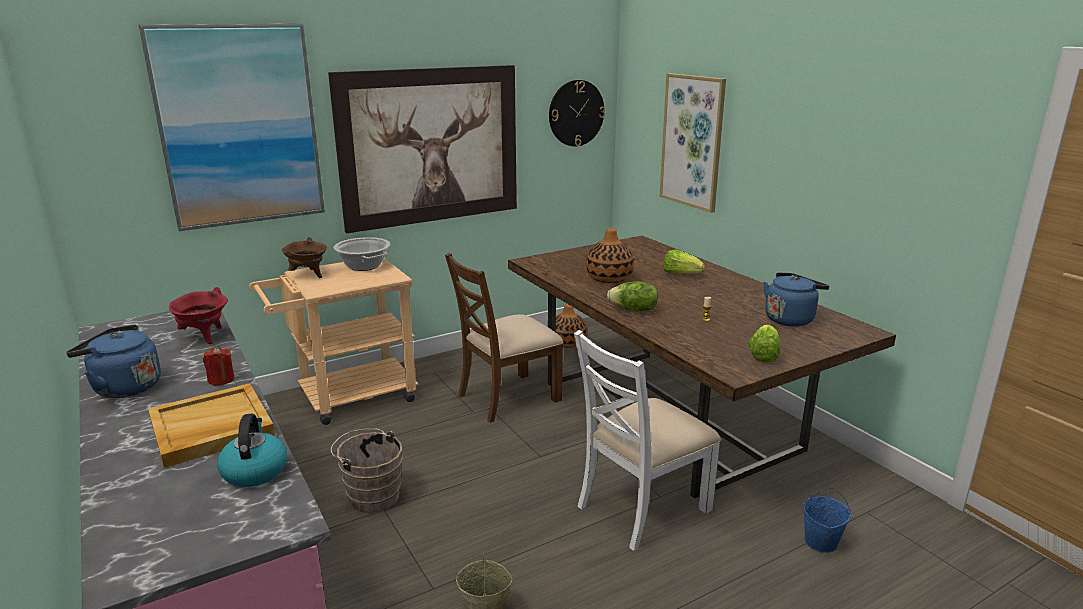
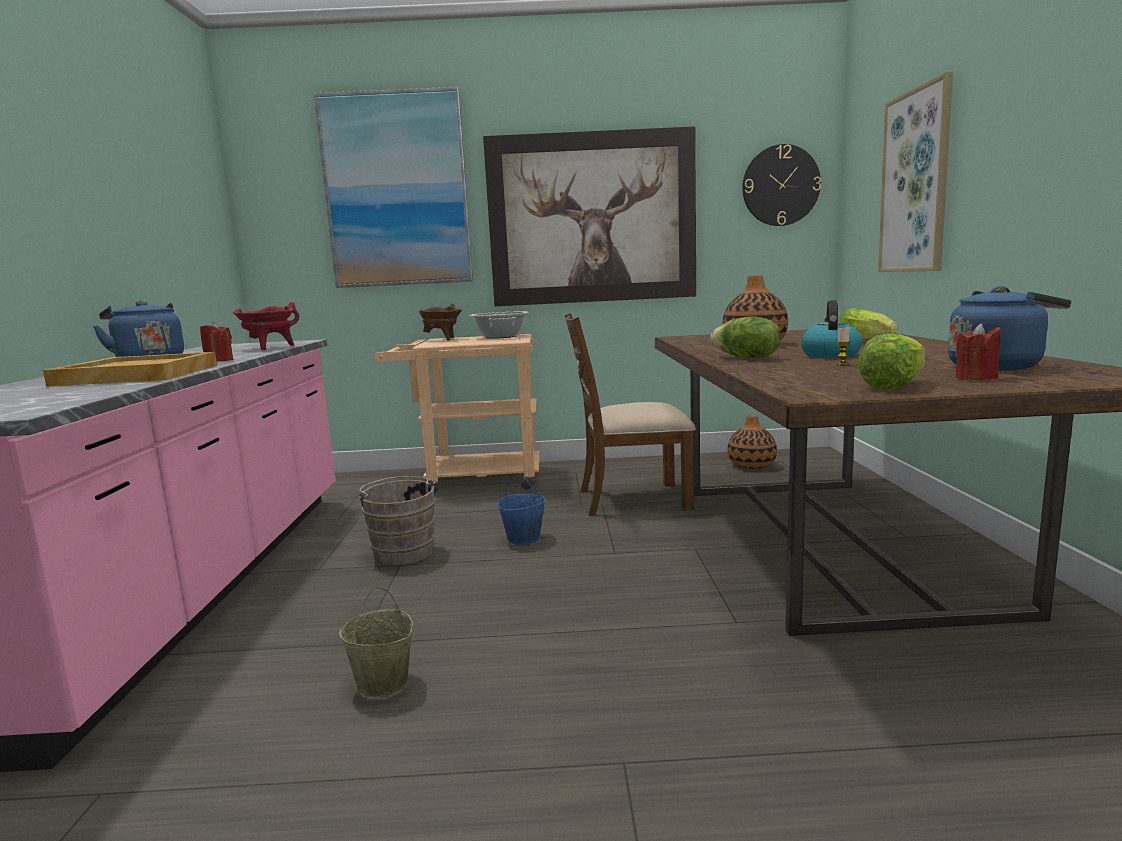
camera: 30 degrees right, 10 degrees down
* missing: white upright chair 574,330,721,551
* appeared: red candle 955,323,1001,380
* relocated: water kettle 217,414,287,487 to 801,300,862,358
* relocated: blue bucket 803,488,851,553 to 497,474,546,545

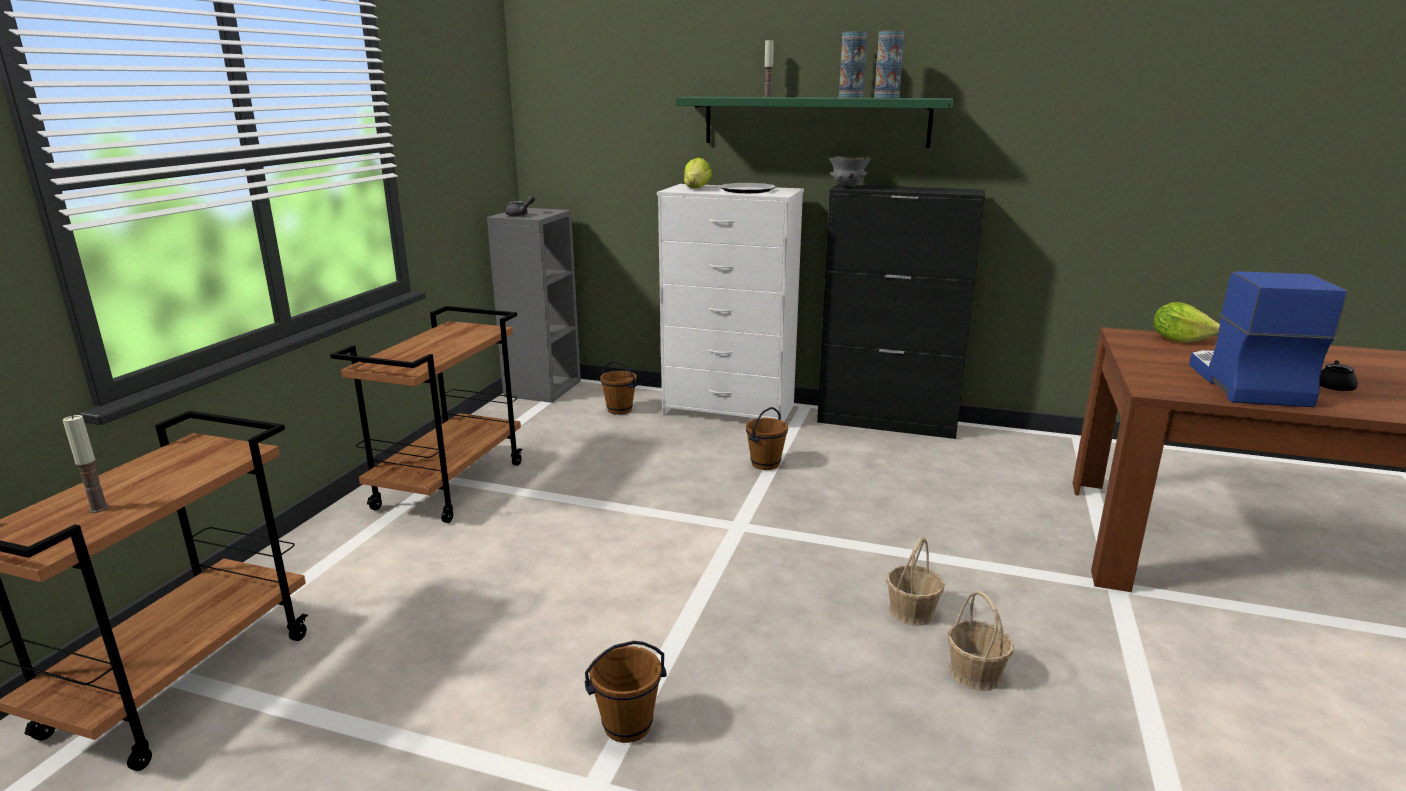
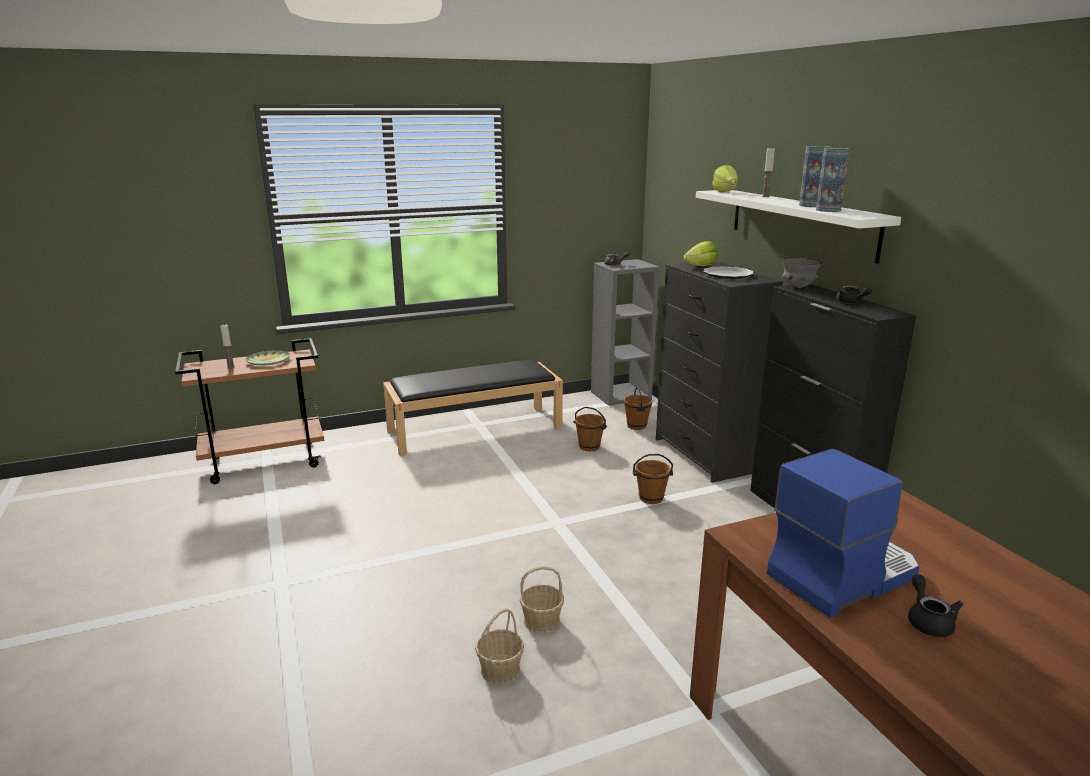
camera: 50 degrees right, 0 degrees up
* appeared: plate 246,350,290,366
* appeared: blackish teapot 836,285,872,304
* relocated: brown bucket 585,641,667,743 to 573,407,607,451
* relocated: head of lettuce 1153,302,1220,343 to 712,165,738,192
* exchanged: brown trolley 330,306,522,523 to blackish long seat 383,360,563,456
* colour: white chest of drawers 657,184,804,422 to blackish chest of drawers 656,261,783,483
* colour: green-coloured shelf 675,97,953,148 to white shelf 696,190,901,263

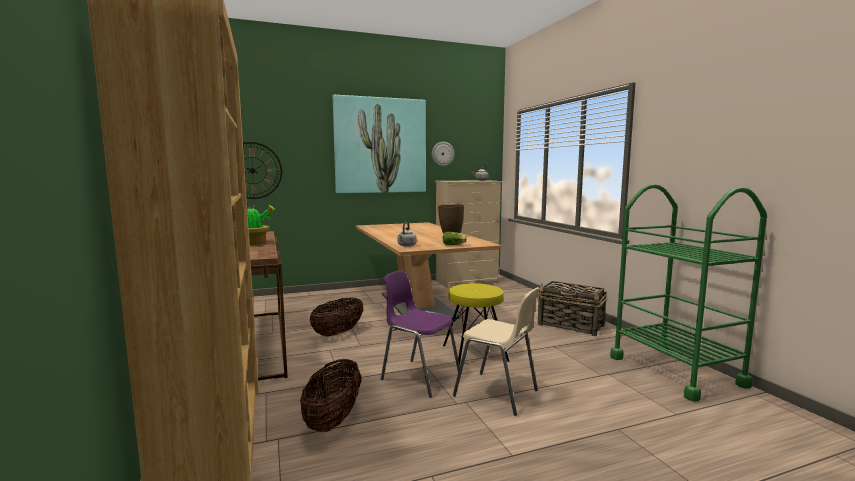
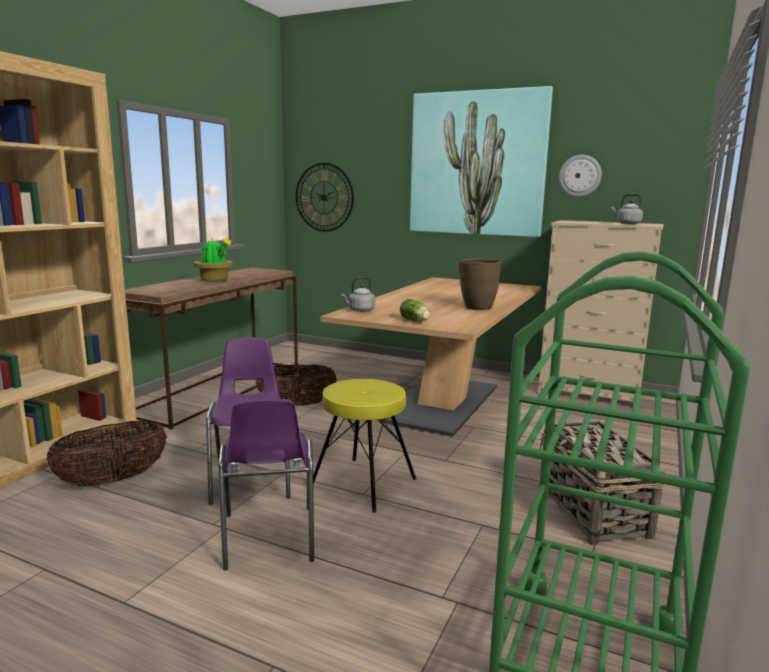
camera: 45 degrees right, 5 degrees up
* colour: beige upright chair 453,287,540,416 to purplish upright chair 218,399,314,570

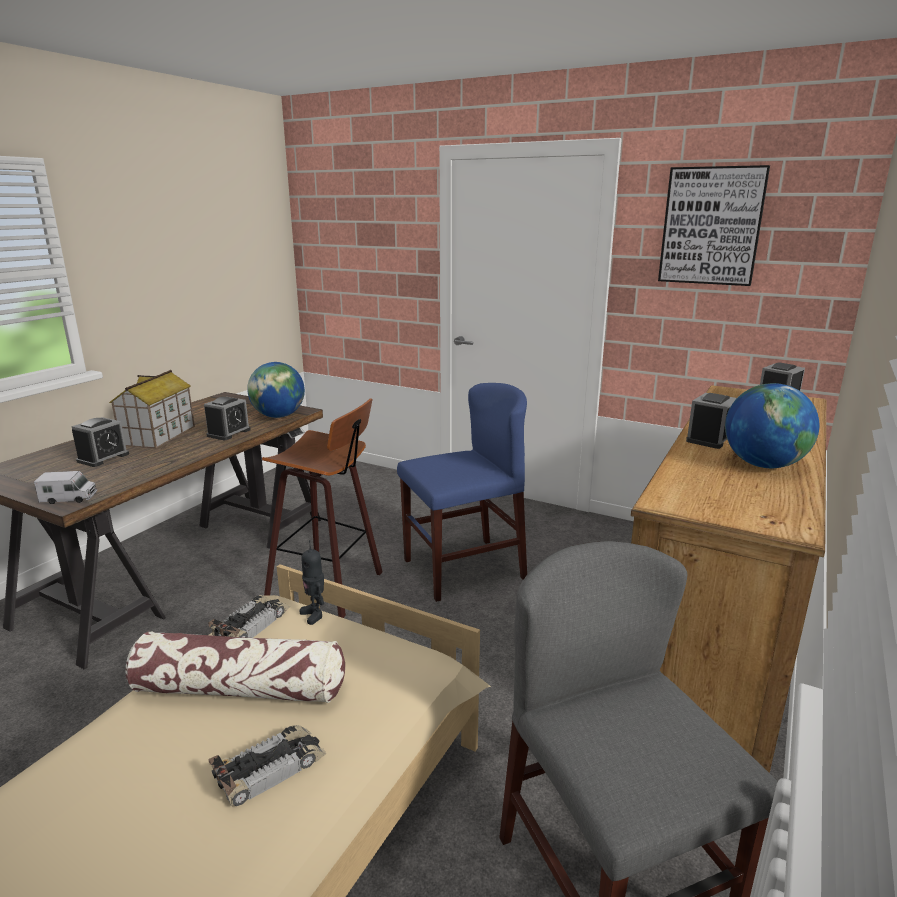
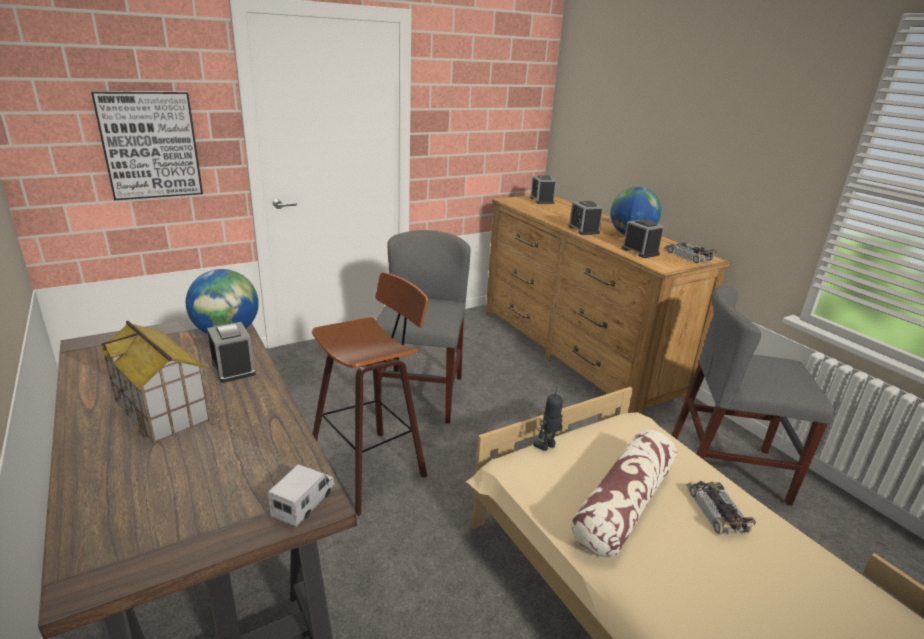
camera: 60 degrees left, 5 degrees up
* relocated: alarm clock 72,417,129,467 to 621,219,664,258
* relocated: toy car 208,595,290,638 to 663,242,716,263
* relocated: wall picture 658,165,770,286 to 91,91,203,200
* colour: blue upright chair 397,383,527,602 to greyish upright chair 375,230,471,424
* spun: toy robot 300,540,324,625 = 534,387,563,451 150 degrees clockwise

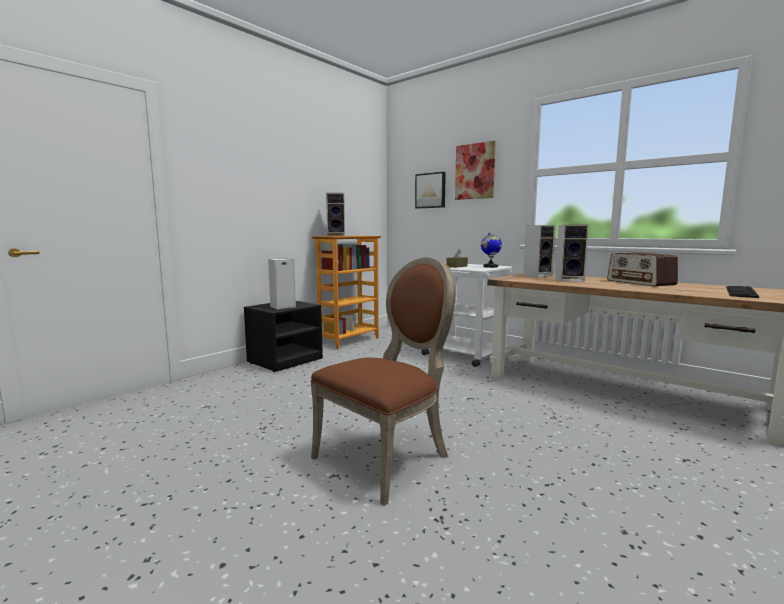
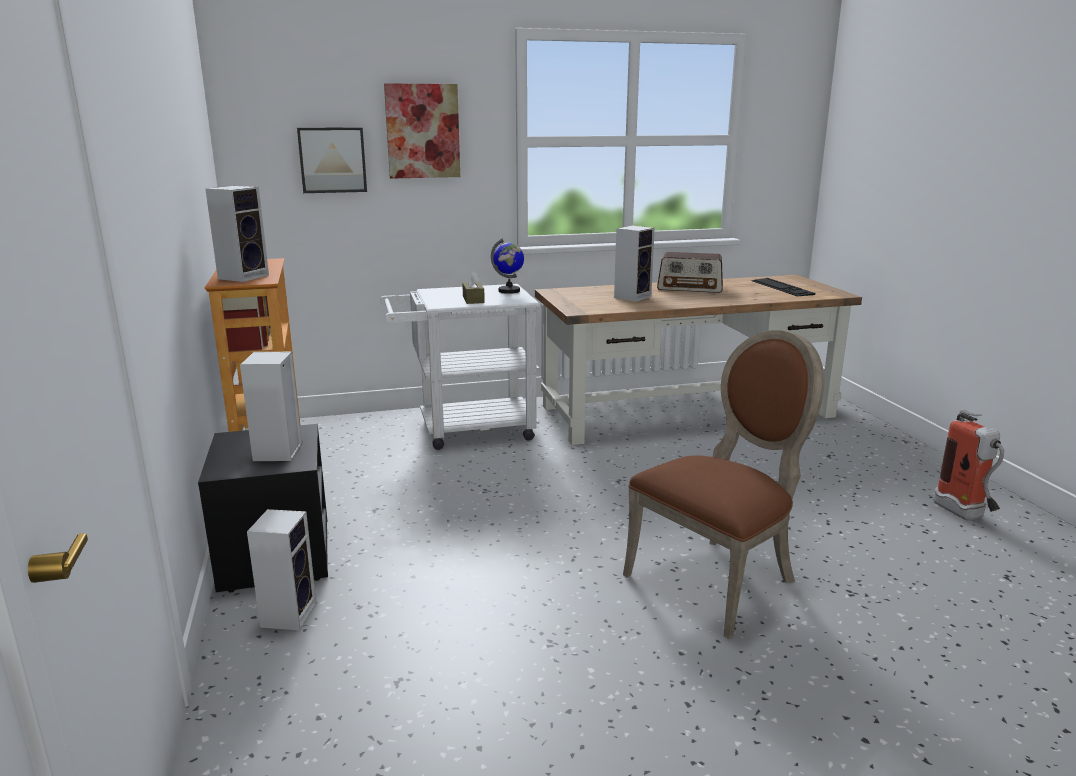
camera: 55 degrees left, 10 degrees up
* appeared: fire-fighting cylinder 933,409,1004,520
* relocated: loudspeaker 523,225,556,277 to 247,509,317,630
* spun: brown upright chair 311,257,456,506 = 623,330,824,639 60 degrees clockwise

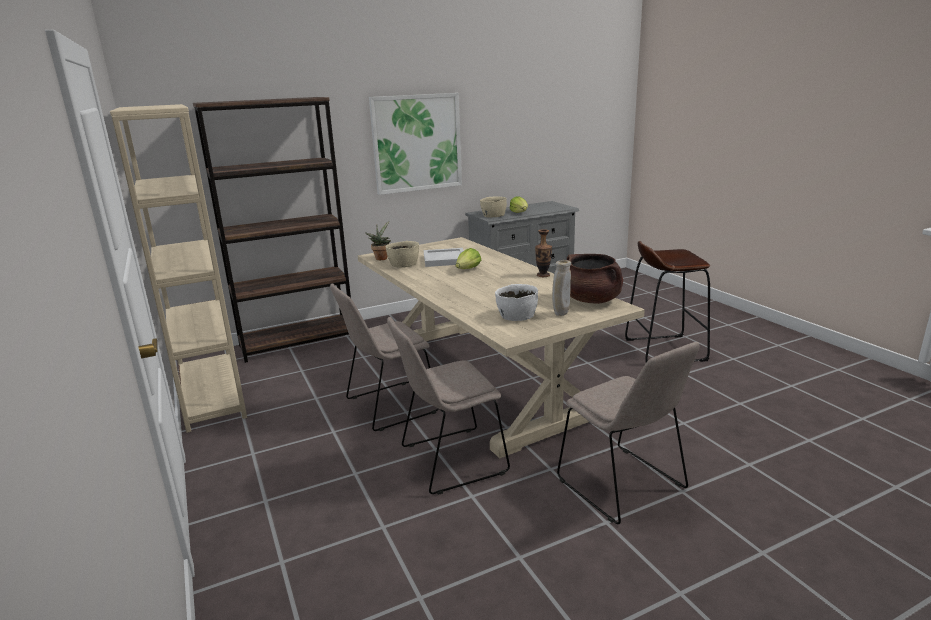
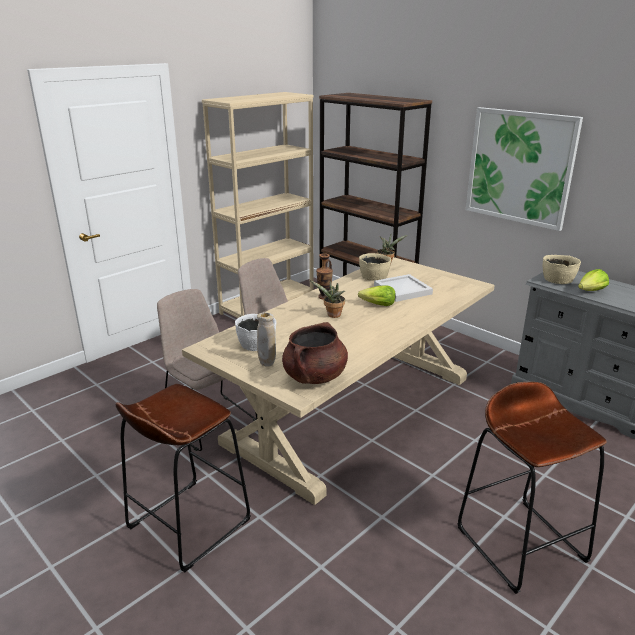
camera: 70 degrees right, 5 degrees up
* appeared: plant in a pot 310,281,345,318
* relocated: decorative vase 535,229,552,277 to 316,253,333,300
* exchanged: beige upright chair 557,342,700,524 to brown sitting stool 116,384,251,572

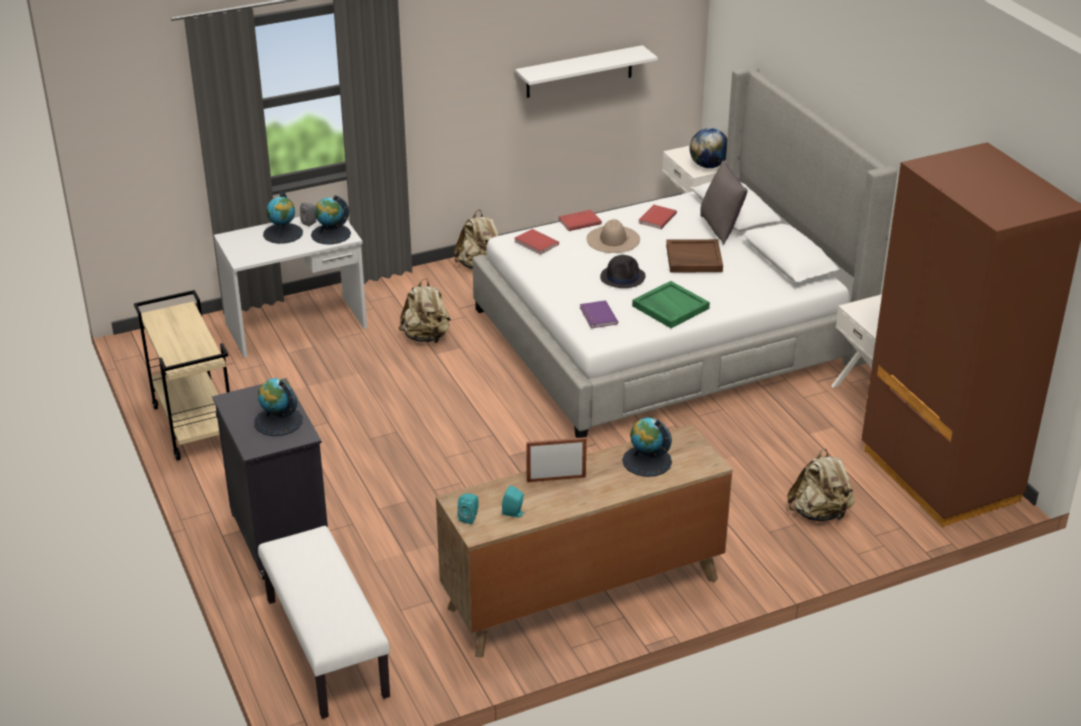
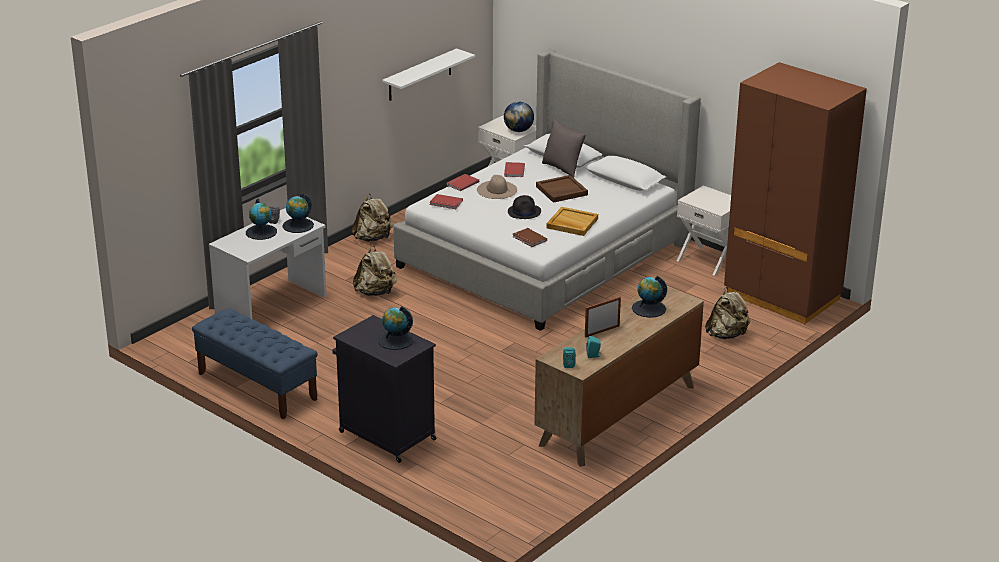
camera: 25 degrees left, 5 degrees down
* missing: white long seat 258,526,390,719
* exchanged: beige trolley 134,290,230,461 to blue long seat 192,308,318,419
* colour: purplish volume 580,300,618,328 to brown volume 512,228,547,247
* colour: green-coloured carrying tray 632,281,710,328 to beige carrying tray 546,207,598,236

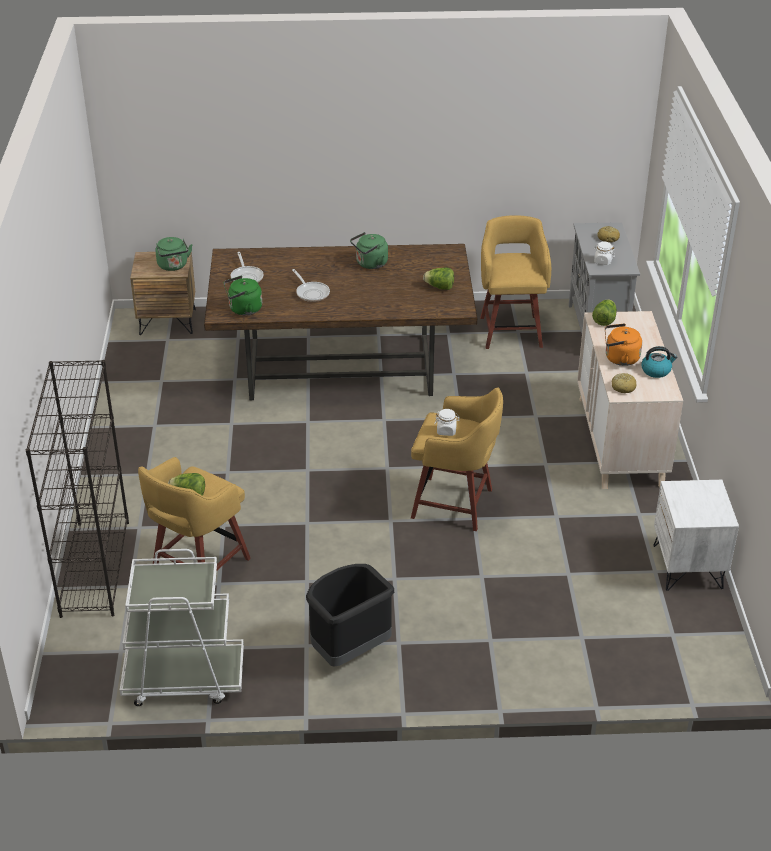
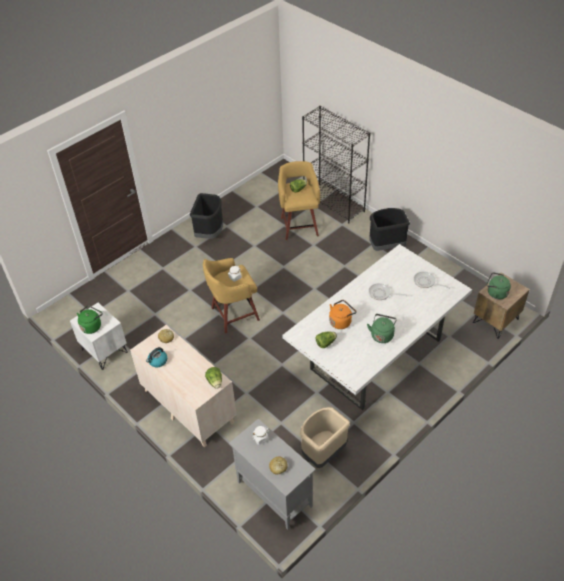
camera: 140 degrees right, 10 degrees up
* missing: white trolley 120,549,244,706
* appeared: blackish trash can 369,208,410,251
* relocated: green-coloured water kettle 224,276,262,315 to 77,305,103,334
* relocated: orange water kettle 605,323,642,366 to 329,300,356,329
* exchanged: yellowish sitting stool 480,215,551,349 to beige trash can 300,407,350,468
* colour: brown dinner table 204,244,477,400 to white dinner table 282,244,472,410

